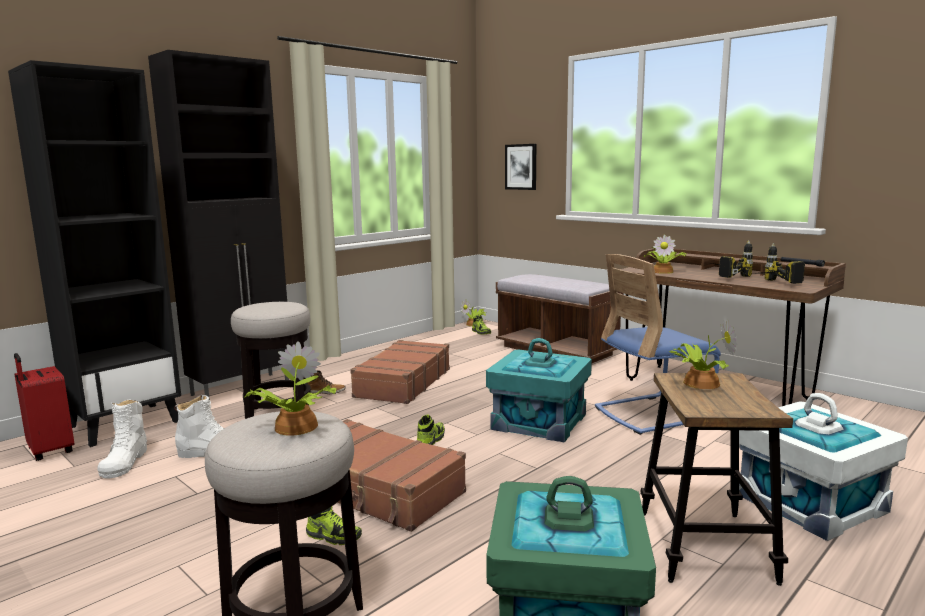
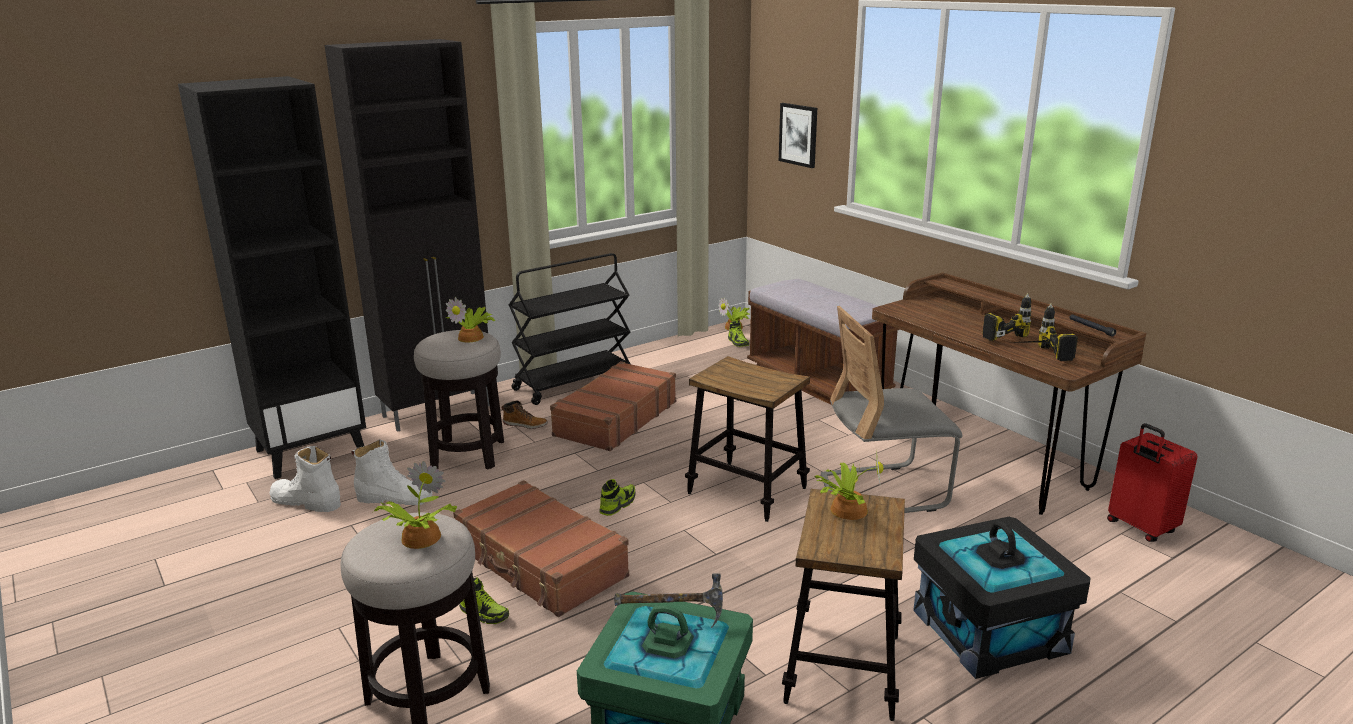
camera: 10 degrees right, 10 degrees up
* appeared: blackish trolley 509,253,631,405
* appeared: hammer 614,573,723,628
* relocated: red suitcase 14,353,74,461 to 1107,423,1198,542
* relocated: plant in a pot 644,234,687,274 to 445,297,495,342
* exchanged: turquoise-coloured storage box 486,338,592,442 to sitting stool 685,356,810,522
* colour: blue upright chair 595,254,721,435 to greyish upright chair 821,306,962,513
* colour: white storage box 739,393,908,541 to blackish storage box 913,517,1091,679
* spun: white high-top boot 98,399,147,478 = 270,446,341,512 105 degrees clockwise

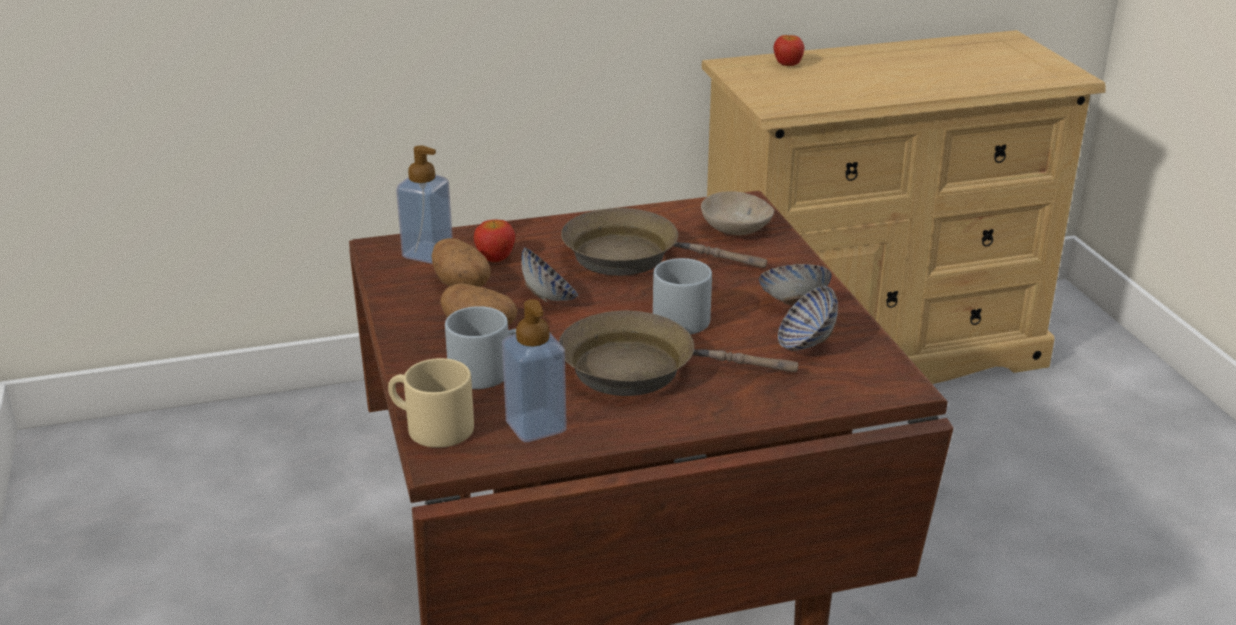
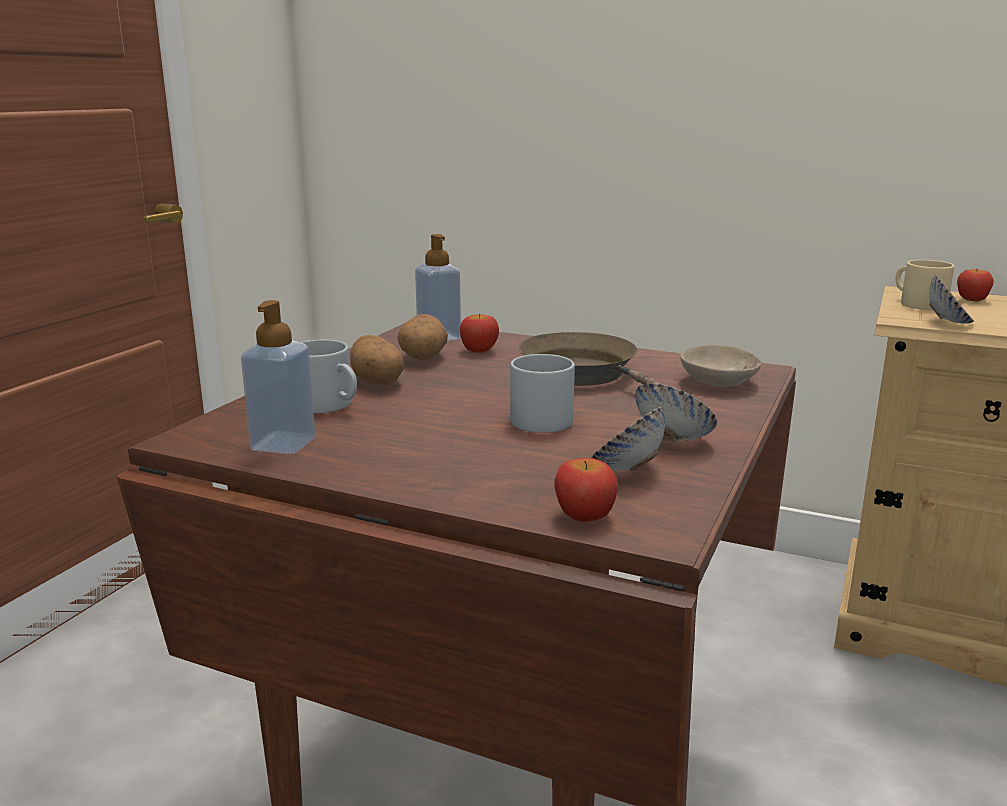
camera: 40 degrees right, 10 degrees down
* missing: brown pan 559,311,798,396
* appeared: whole apple 554,458,618,522
* relocated: beige tea mug 388,358,474,448 to 895,260,955,310
* relocated: serving bowl 521,248,578,302 to 929,275,974,324

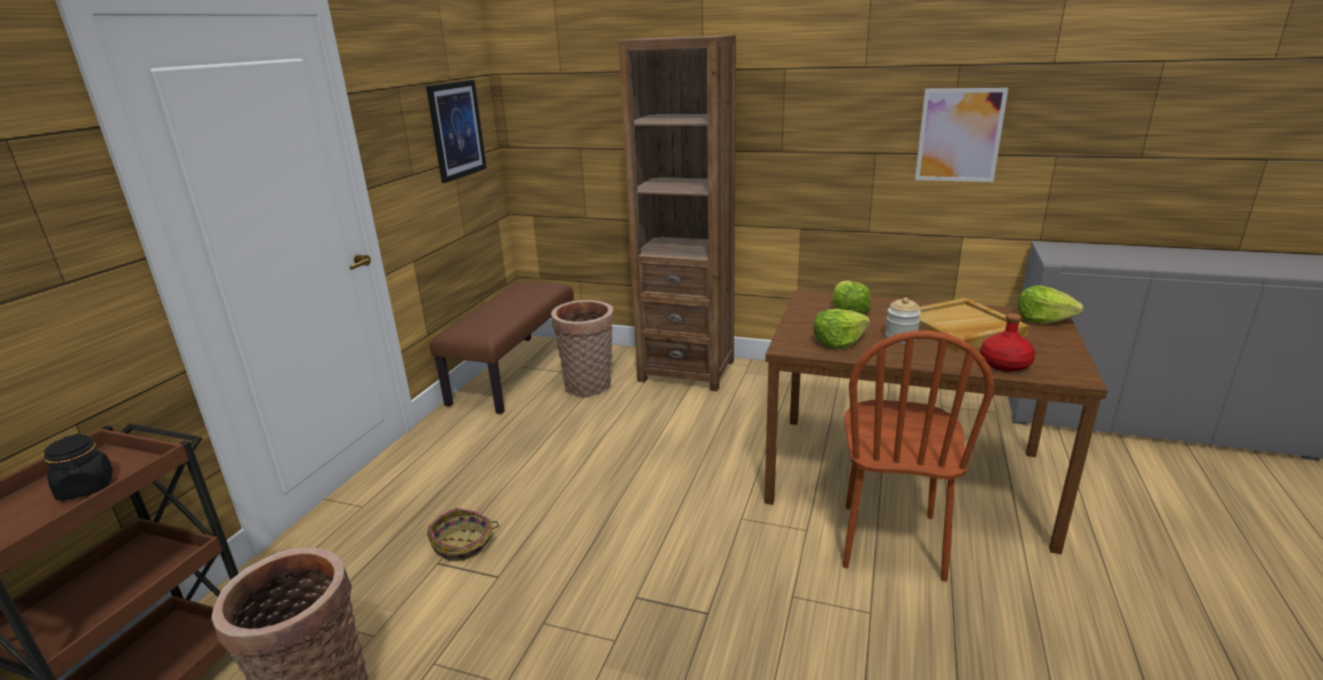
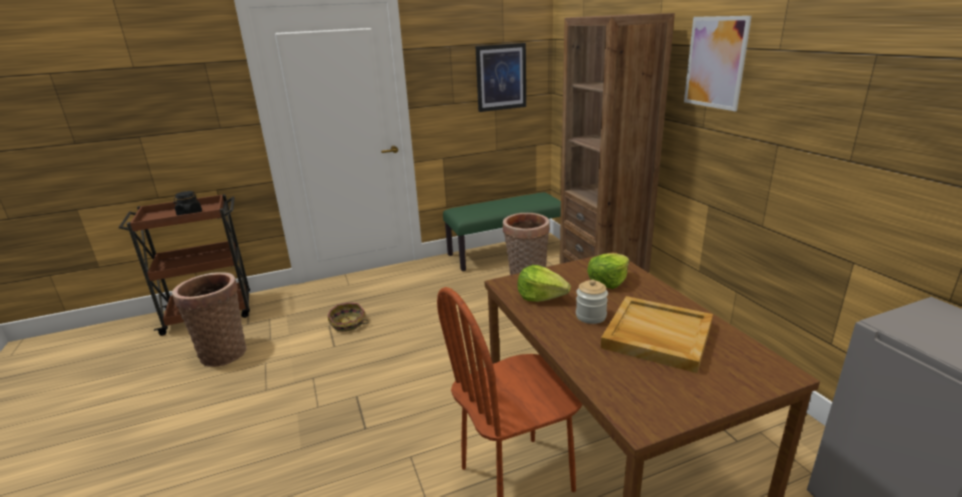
camera: 50 degrees right, 0 degrees up
* missing: red drink bottle 980,313,1035,372
* missing: head of lettuce 1018,285,1084,323
* relocated: wall picture 915,88,1008,182 to 684,16,752,111
* colour: brown long seat 430,281,574,414 to green-coloured long seat 443,192,561,271

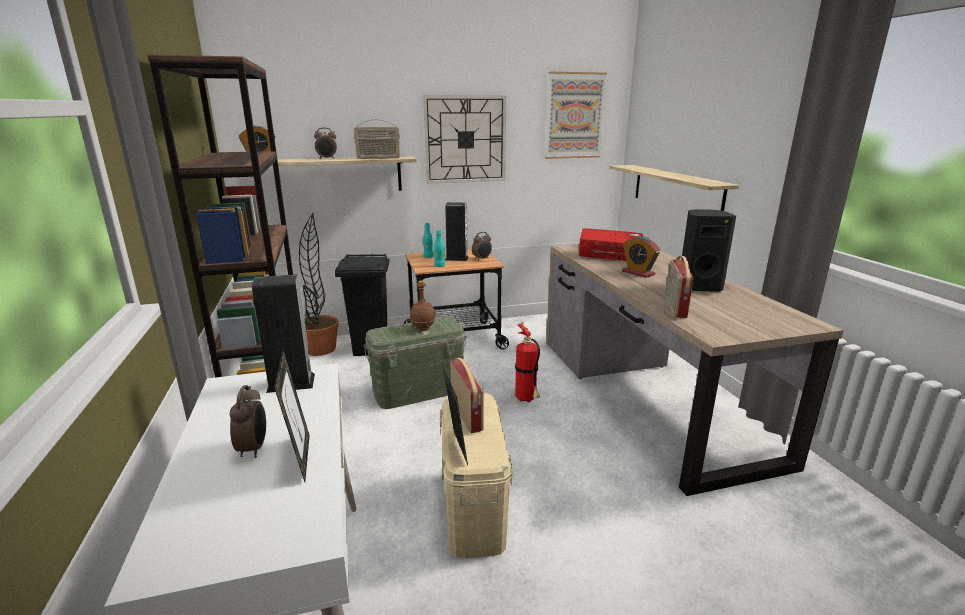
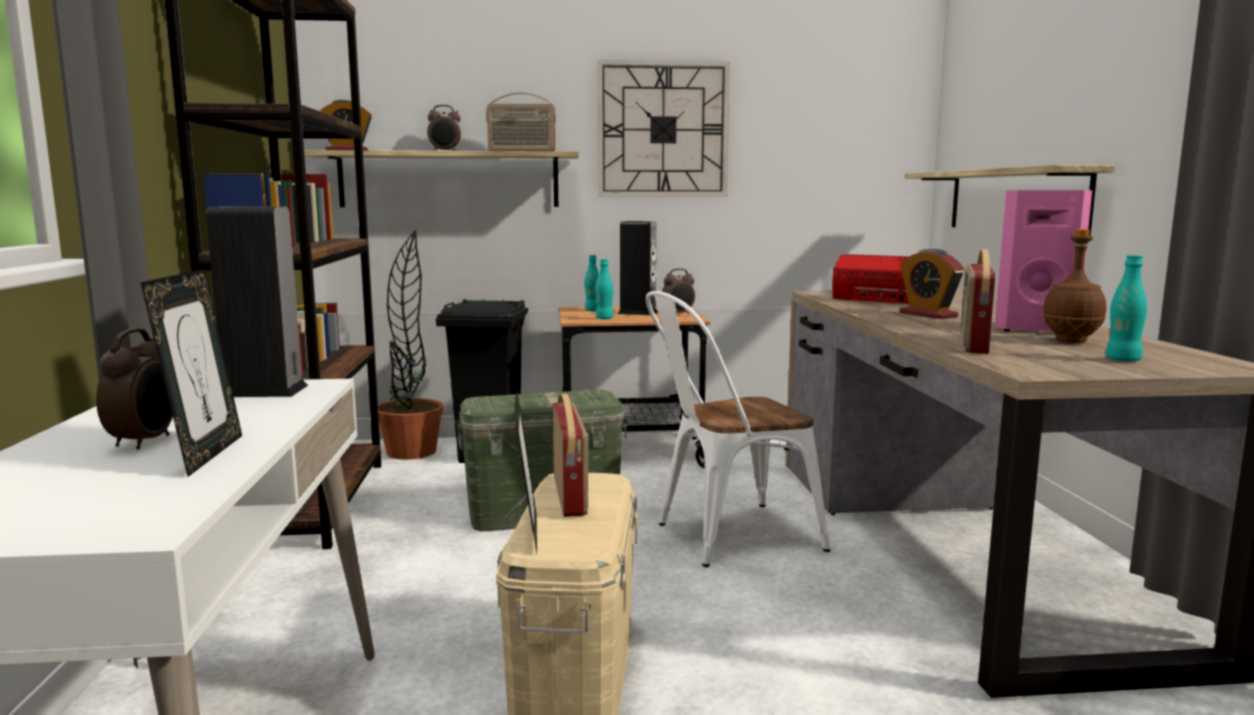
camera: 10 degrees right, 10 degrees down
* missing: wall picture 545,72,607,159
* appeared: turquoise-coloured drink bottle 1106,255,1147,362
* relocated: brown drink bottle 410,280,436,331 to 1042,229,1106,343
* exchanged: fire-fighting cylinder 515,322,540,402 to white upright chair 646,291,831,567
* colour: blackish loudspeaker 681,209,736,292 to pinkish loudspeaker 995,190,1092,331

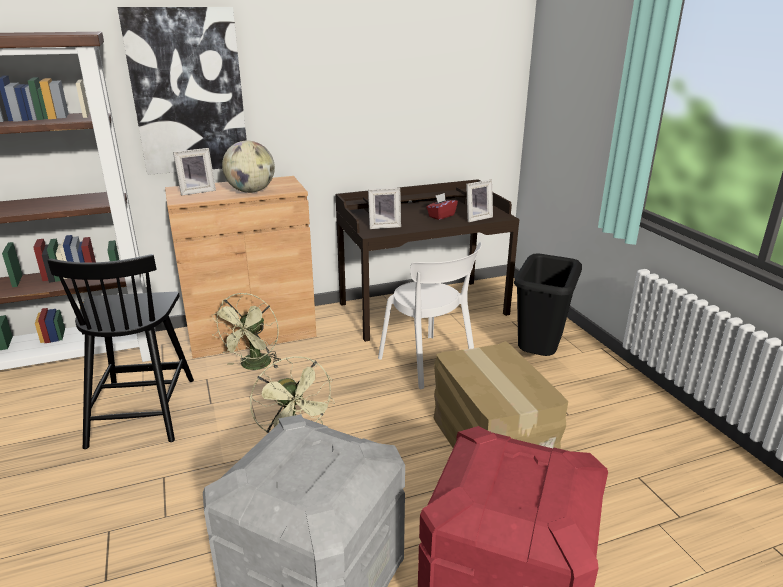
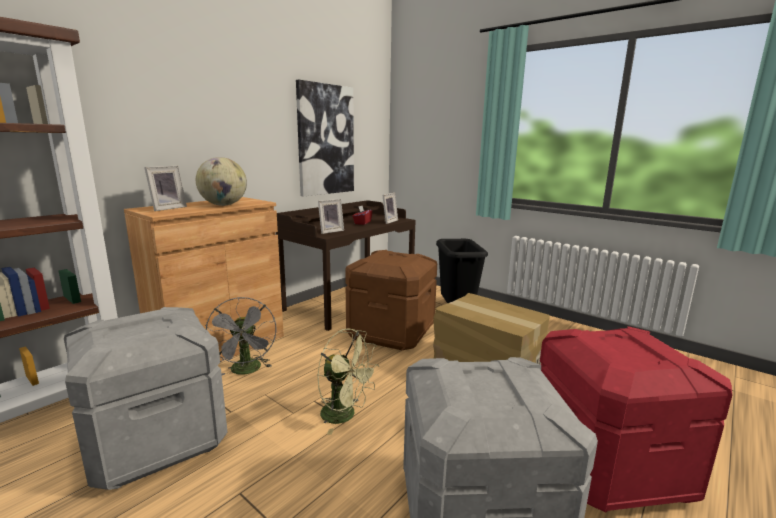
camera: 30 degrees left, 10 degrees down
* relocated: wall picture 117,7,247,175 to 296,80,354,196
* exchanged: blackish upright chair 48,254,194,449 to greyish storage box 64,307,228,490
* exchanged: white upright chair 378,242,482,389 to brown storage box 345,250,437,350
* colour: green-coloured electric fan 212,293,280,370 to greyish electric fan 205,297,277,375

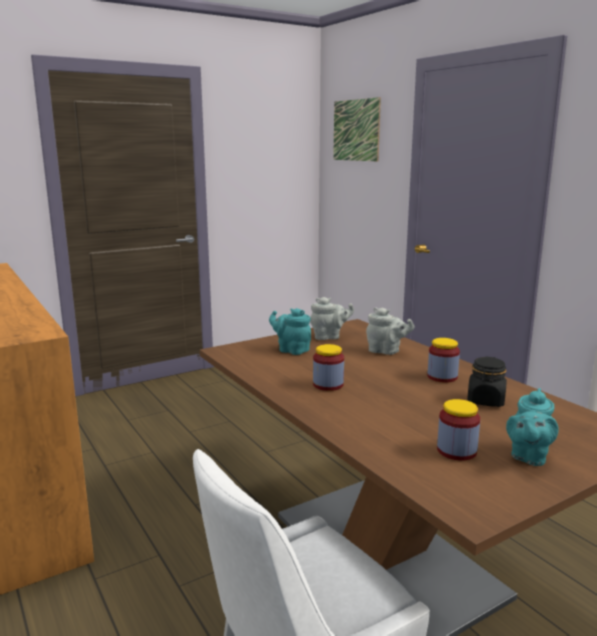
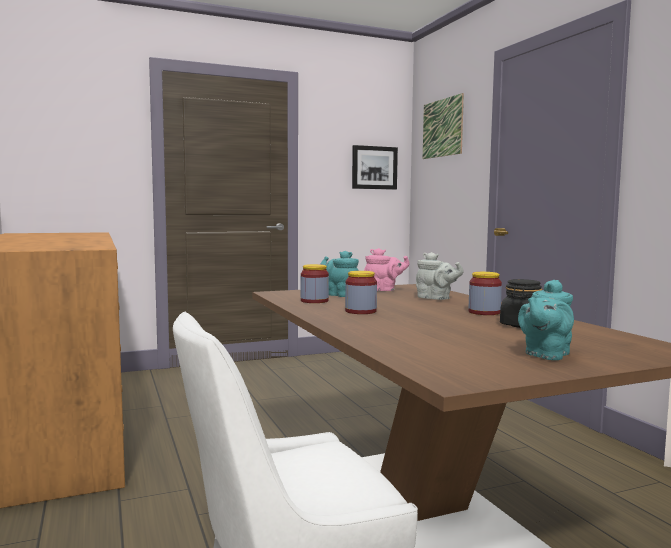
camera: 10 degrees right, 10 degrees down
* appeared: wall picture 352,145,398,190
* relocated: preserve jar 437,399,480,461 to 301,264,329,303
* colour: greyish teapot 310,297,354,340 to pinkish teapot 364,248,410,291

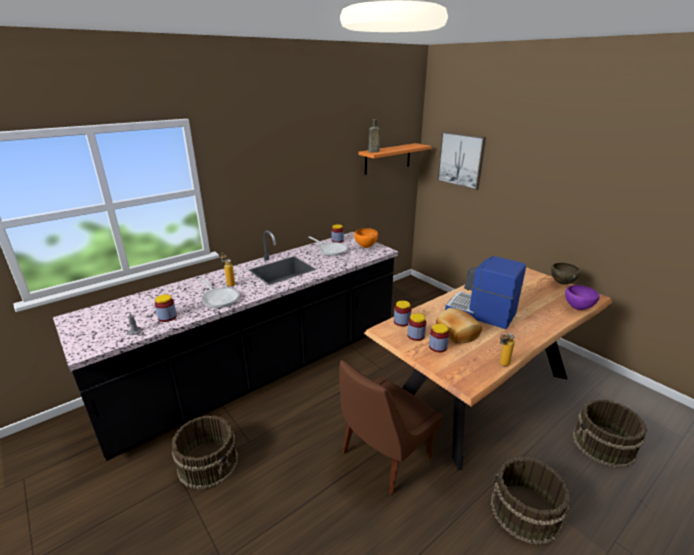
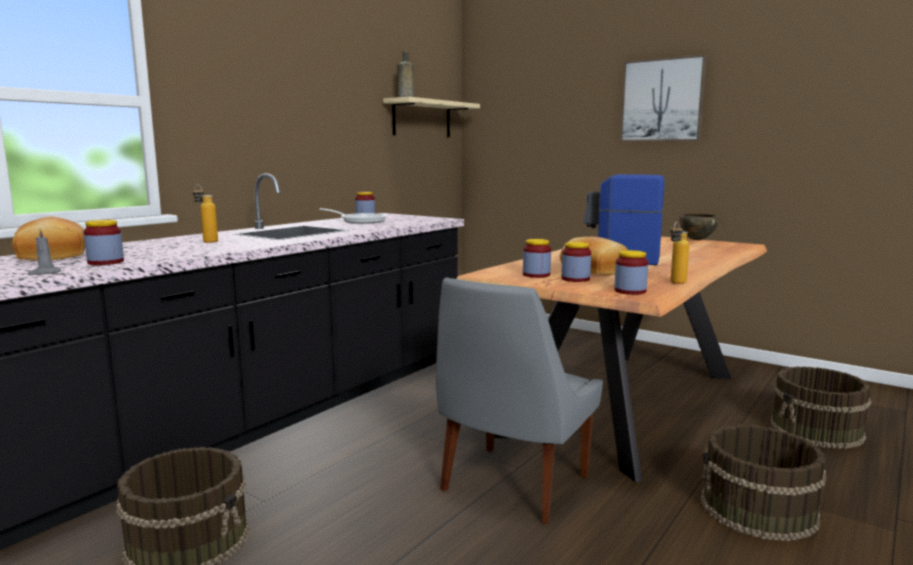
camera: 15 degrees left, 15 degrees down
* missing: pan 200,278,239,308
* missing: orange serving bowl 354,228,378,248
* missing: purplish serving bowl 565,285,600,310
* appeared: bread 12,216,85,261
* relocated: preserve jar 394,300,411,326 to 614,250,648,295
* relocated: wall picture 437,131,486,190 to 620,55,707,142
* colour: brown upright chair 339,360,443,495 to greyish upright chair 436,278,603,524
* colour: orange shelf 358,143,432,175 to beige shelf 383,97,480,137

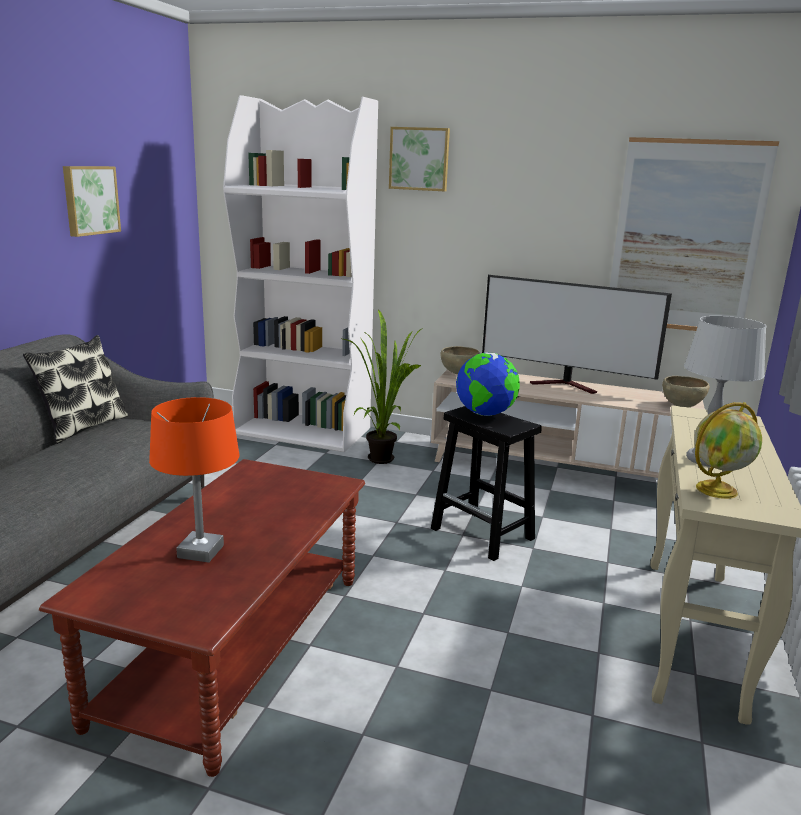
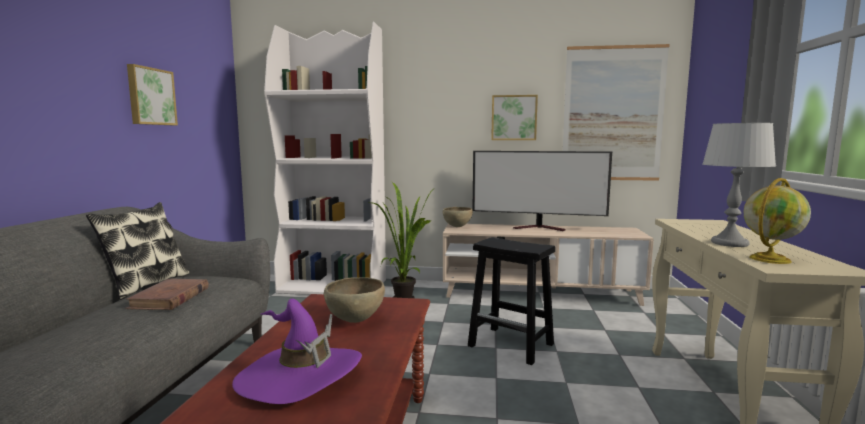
camera: 10 degrees left, 10 degrees down
* missing: globe 456,352,520,416
* appeared: brown volume 125,279,209,310
* relocated: wall picture 389,127,450,191 to 491,95,538,140
* relocated: brown serving bowl 662,376,710,407 to 324,277,385,323
* exchanged: orange lamp for a table 149,397,240,563 to purplish clothing hat 232,299,362,404

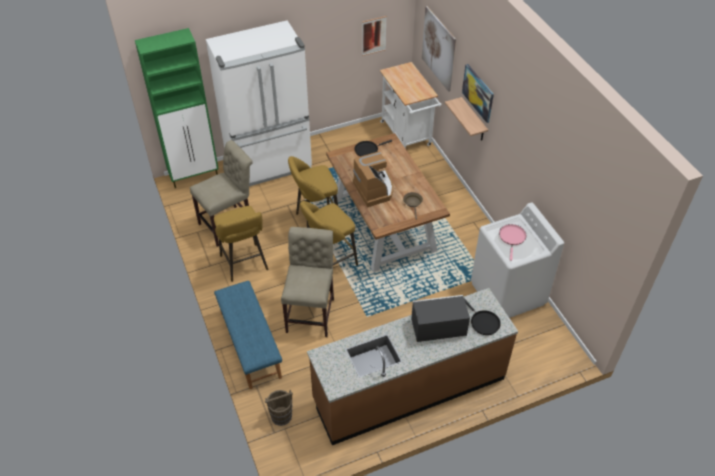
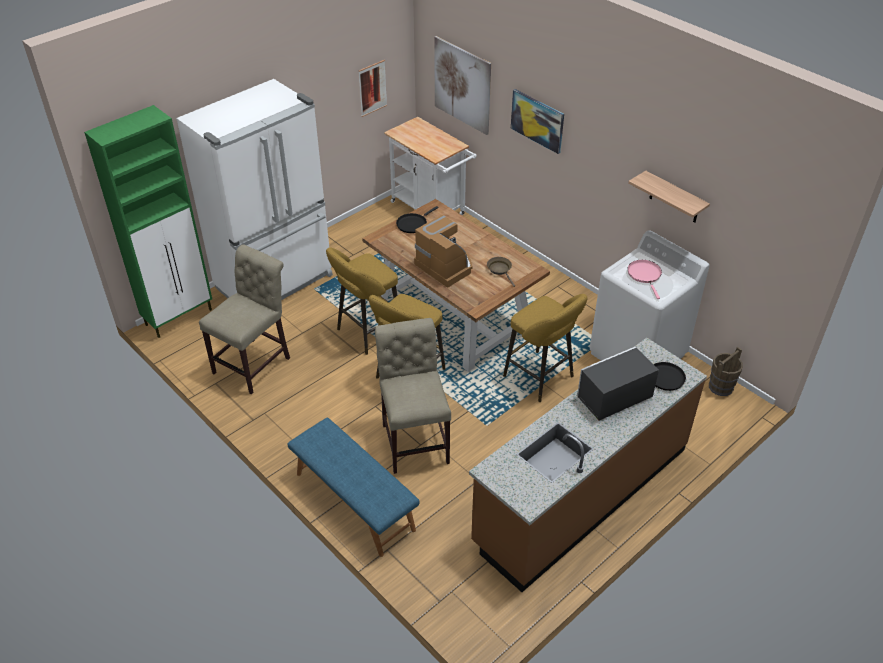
camera: 20 degrees left, 5 degrees down
* relocated: yellowish sitting stool 214,206,268,282 to 503,294,587,402
* relocated: brown bucket 265,390,293,426 to 709,347,743,396
* relocated: shelf 445,97,488,141 to 628,171,710,223

